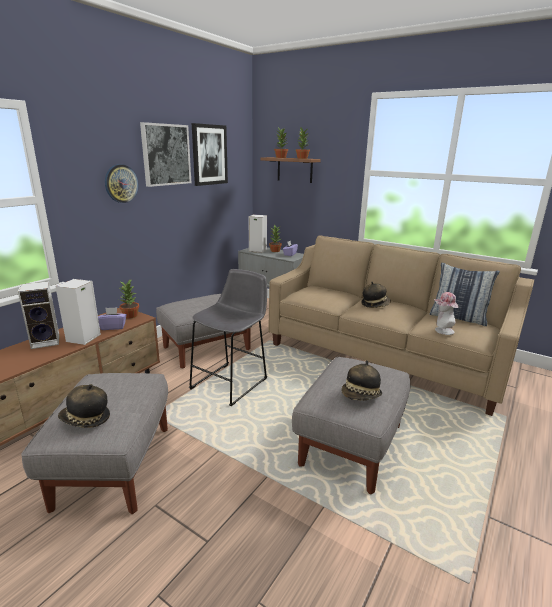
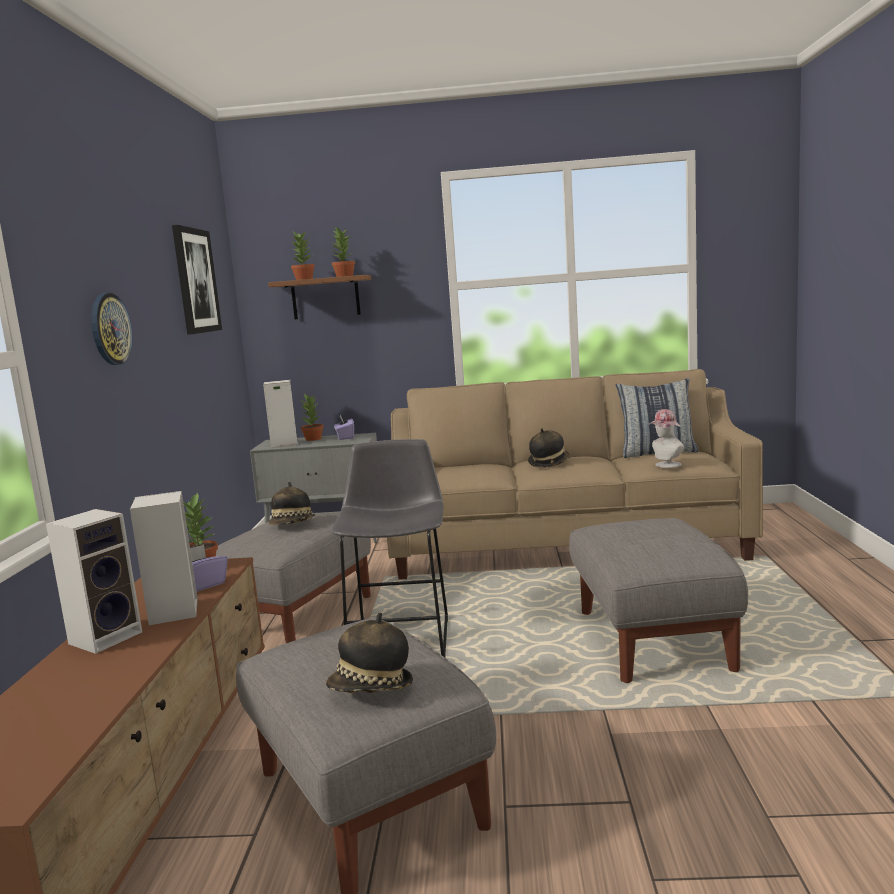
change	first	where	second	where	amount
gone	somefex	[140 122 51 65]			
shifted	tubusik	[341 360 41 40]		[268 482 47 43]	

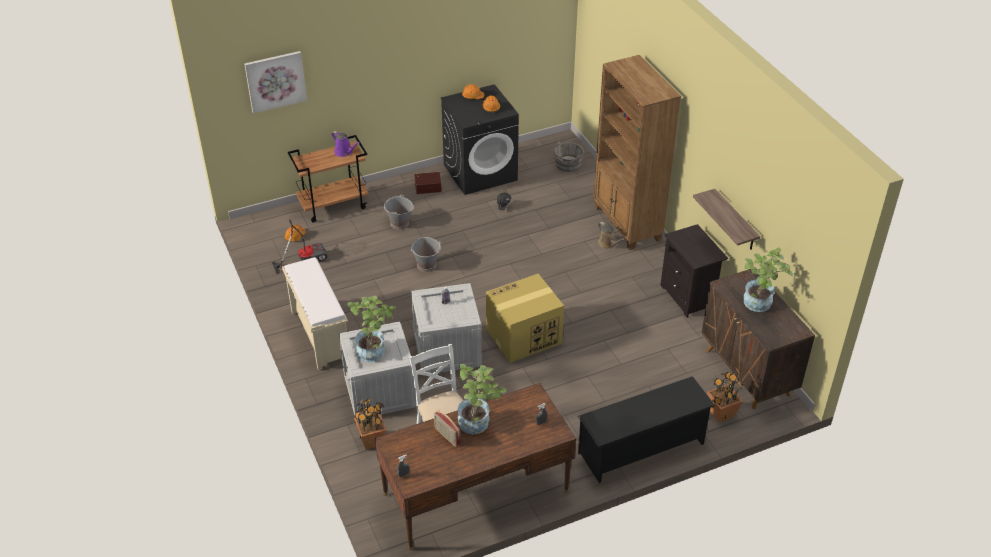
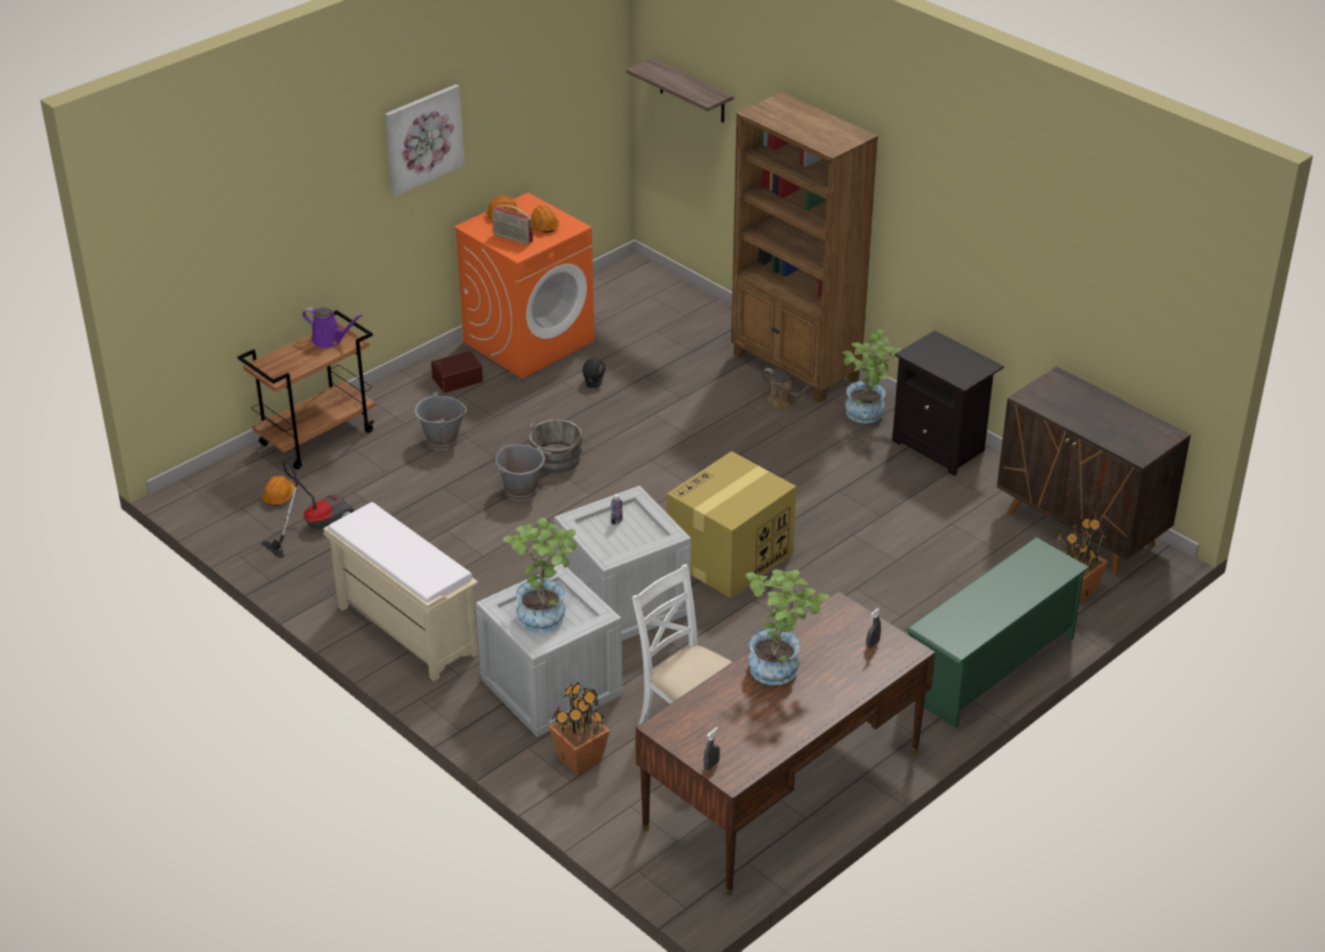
change	first	where	second	where	amount
shifted	somefex	[244 51 63 62]		[385 84 80 112]	
repainted	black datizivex	[441 84 78 111]	orange datizivex	[454 193 140 186]	
shifted	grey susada	[551 142 33 30]		[525 419 58 54]	
shifted	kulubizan	[693 189 67 61]		[626 58 108 65]	
shifted	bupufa	[744 247 49 65]		[842 329 59 95]	
repainted	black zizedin	[578 376 137 107]	green zizedin	[905 537 185 191]	
shifted	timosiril	[434 410 27 37]		[492 205 41 40]	

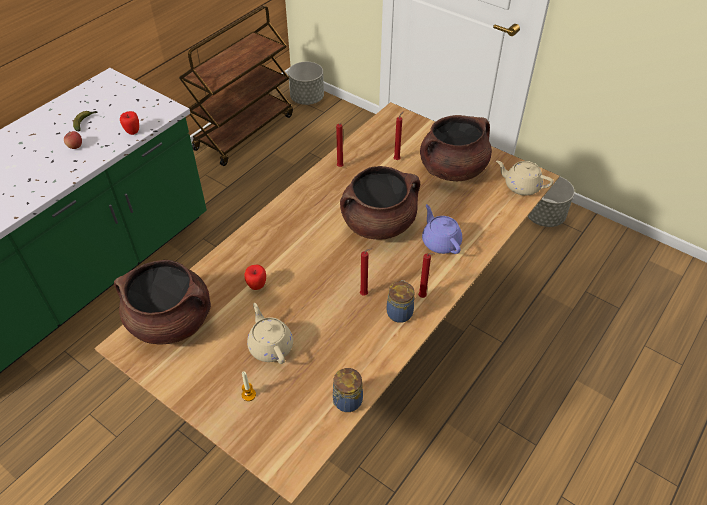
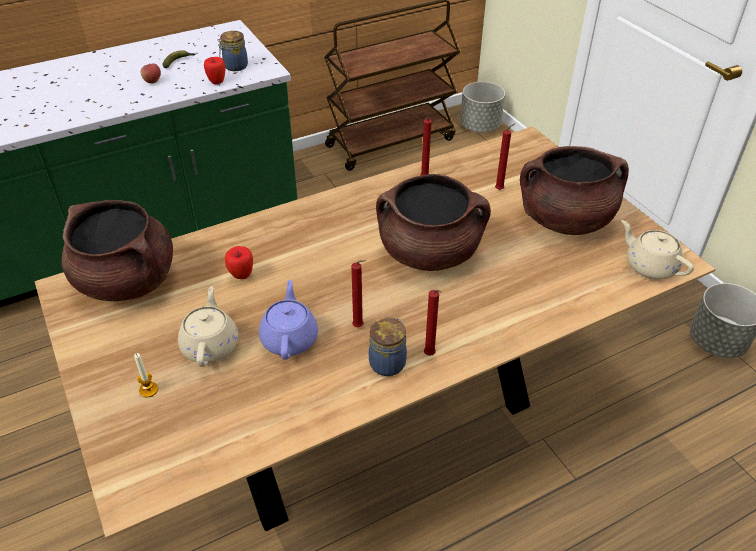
change	first	where	second	where	amount
shifted	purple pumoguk	[422 204 40 50]		[259 280 59 80]	
shifted	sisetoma	[333 368 30 44]		[217 31 31 40]	

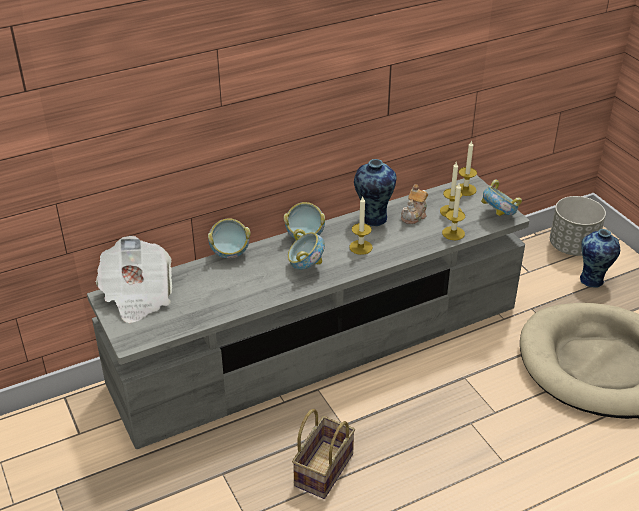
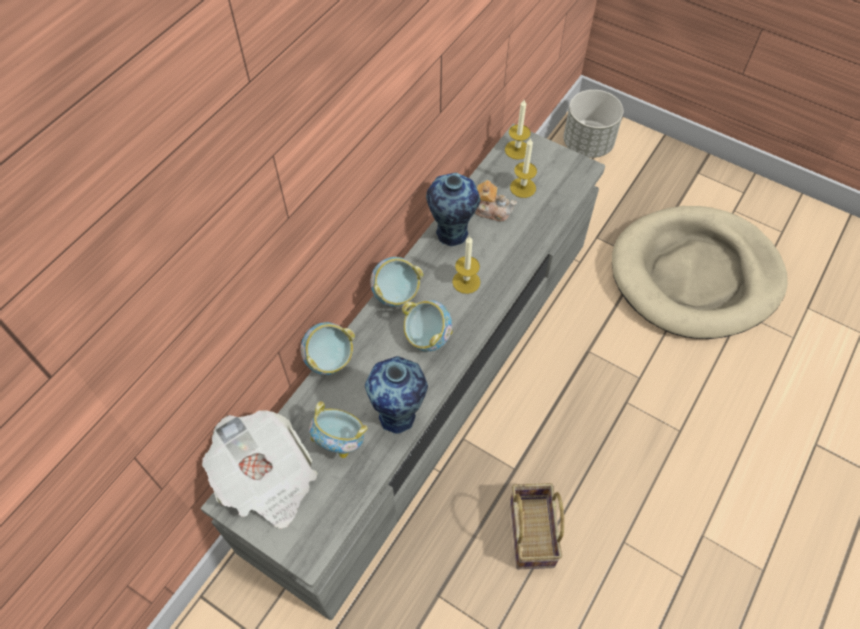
change	first	where	second	where	amount
shifted	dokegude	[481 180 41 36]		[309 401 59 57]	
gone	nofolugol	[442 183 23 57]			
rotated	pumoguk	[401 184 27 40]		[475 180 42 41]	75 degrees counterclockwise
shifted	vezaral	[580 229 40 59]		[365 356 63 79]	

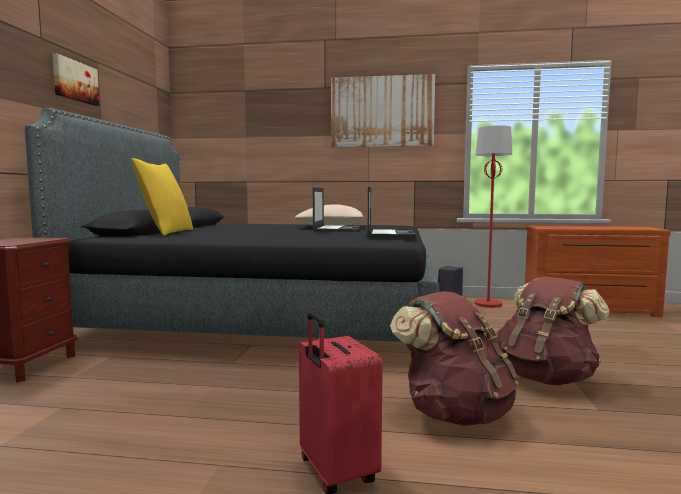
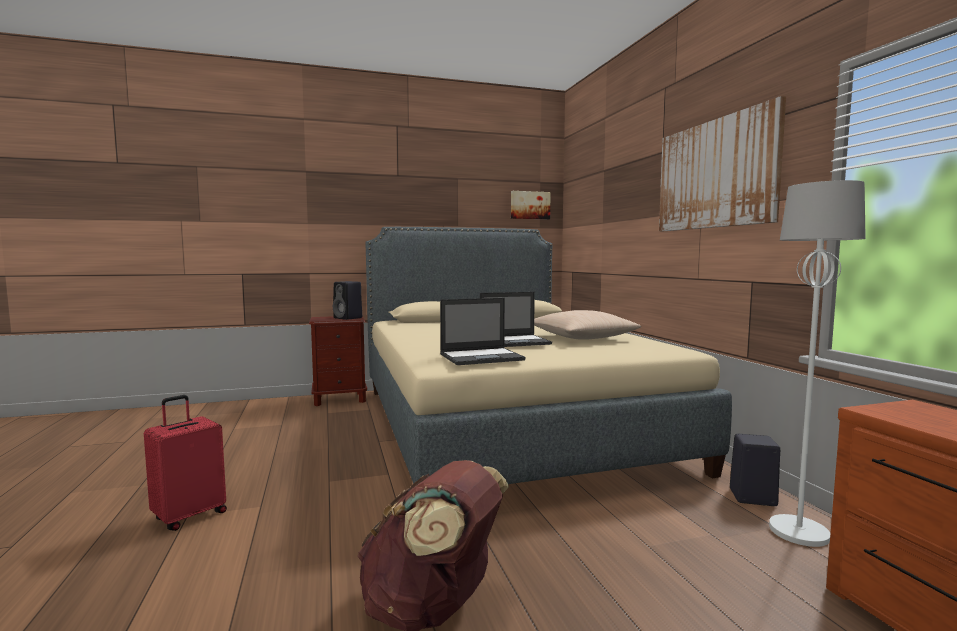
change	first	where	second	where	amount
shifted	somefex	[53 54 46 52]		[511 191 40 28]	
repainted	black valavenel	[25 108 415 234]	beige valavenel	[366 227 366 257]	
repainted	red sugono	[474 125 38 183]	white sugono	[769 180 97 367]	
gone	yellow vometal	[131 158 62 78]			
gone	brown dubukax	[390 291 129 135]			
new			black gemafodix	[333 281 29 39]	

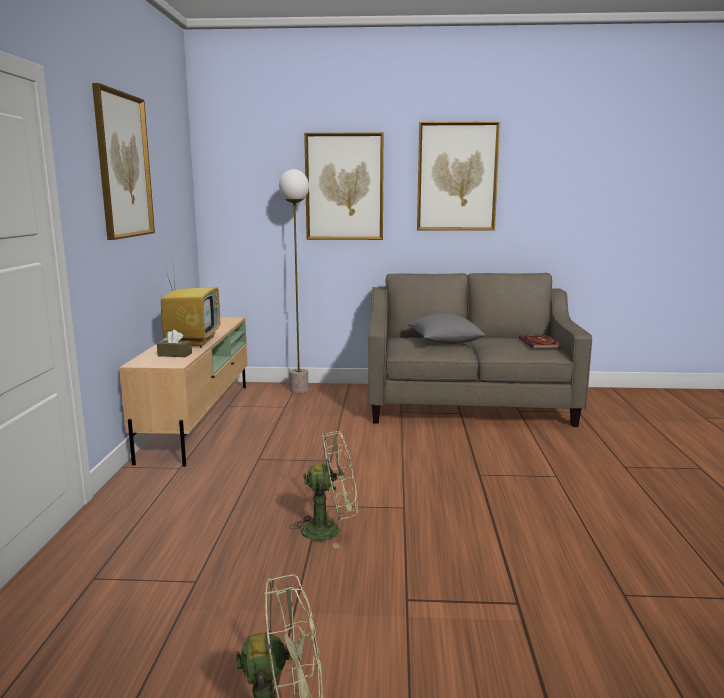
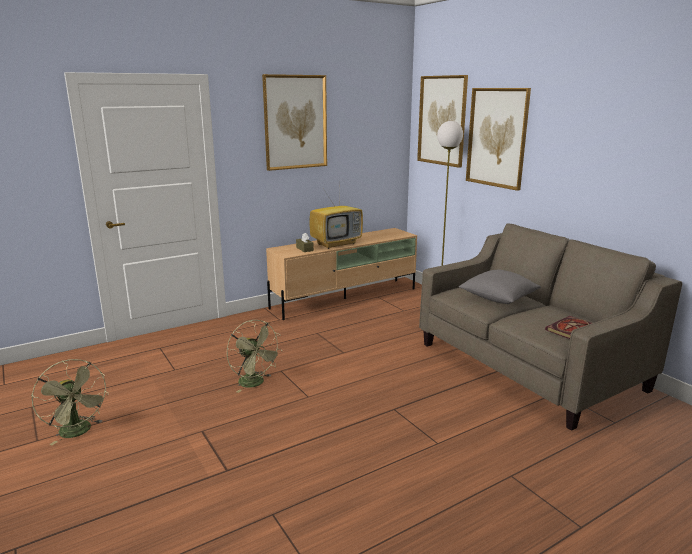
change	first	where	second	where	amount
shifted	somefex	[417 121 83 110]		[417 75 51 93]	

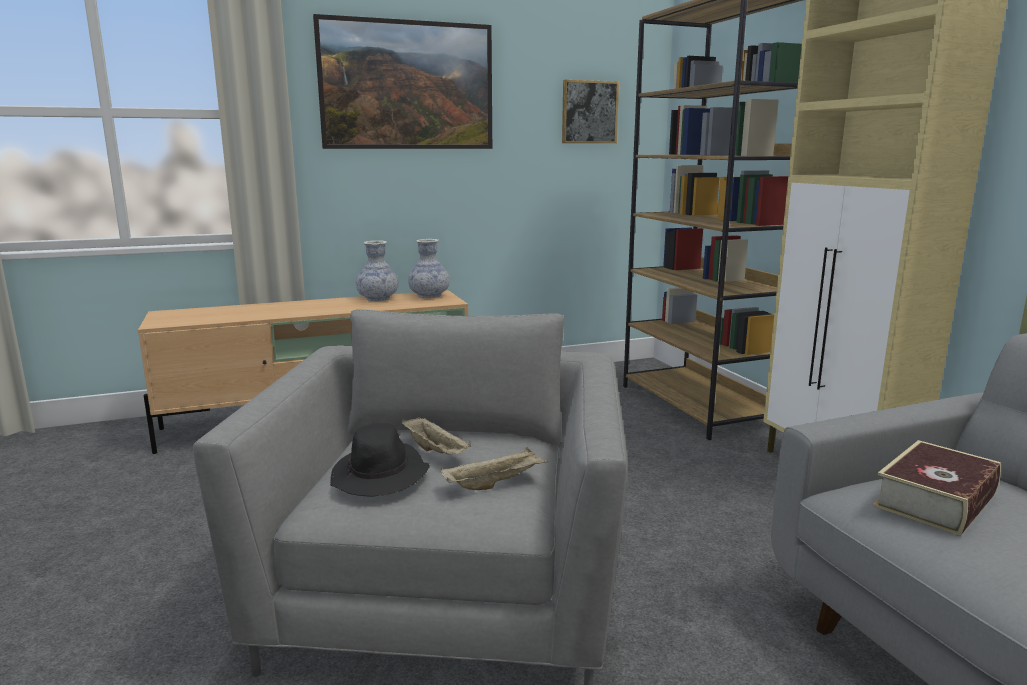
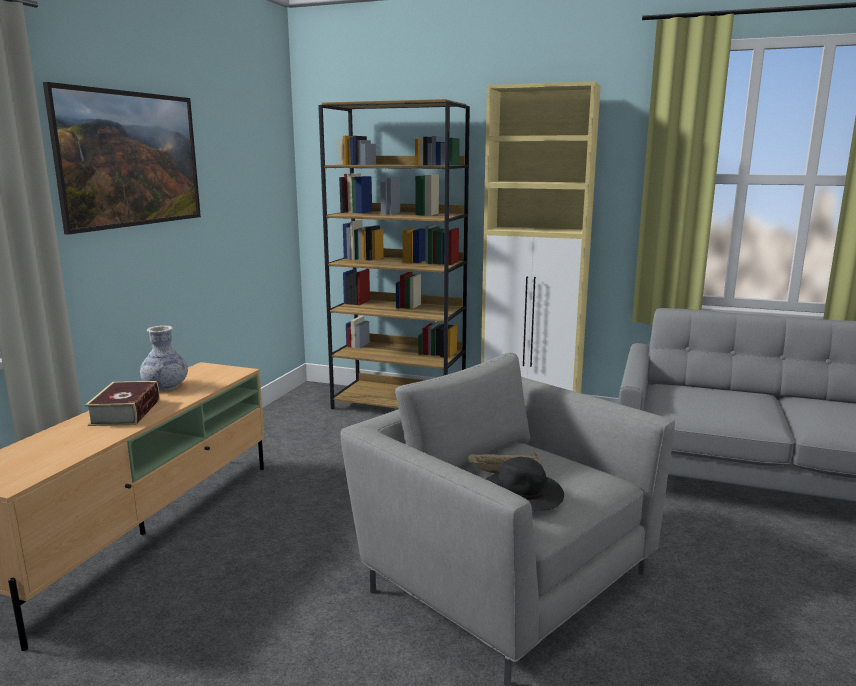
change	first	where	second	where	amount
gone	somefex	[562 80 57 63]			
gone	vezaral	[408 239 42 59]			
shifted	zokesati	[873 440 128 96]		[85 381 74 45]	
gone	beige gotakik	[440 447 108 43]			

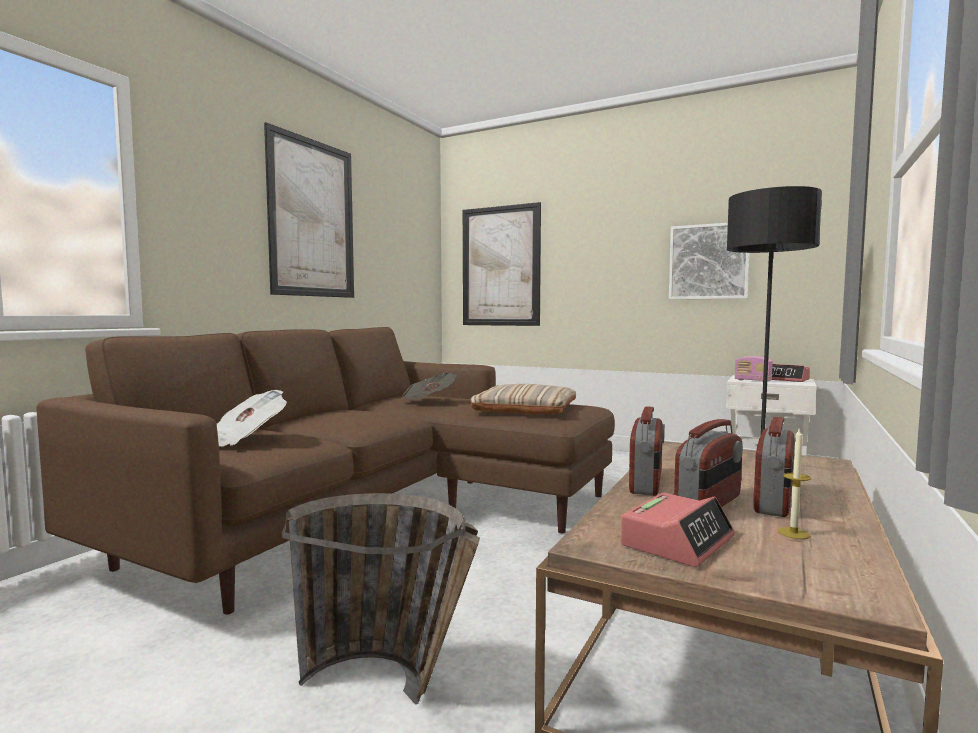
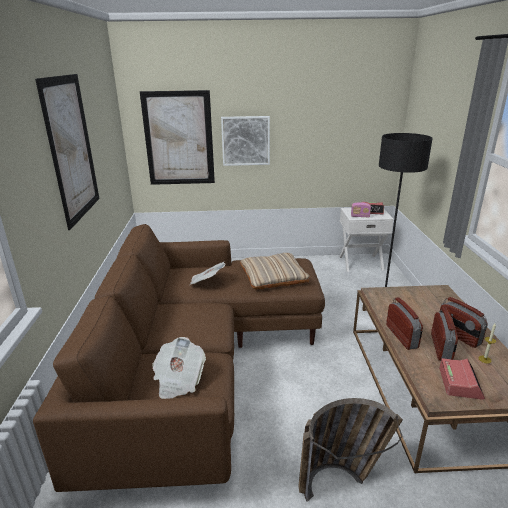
change	first	where	second	where	amount
shifted	somefex	[669 223 80 77]		[221 116 49 50]	
rotated	timosiril	[753 417 42 100]		[440 297 48 51]	150 degrees clockwise

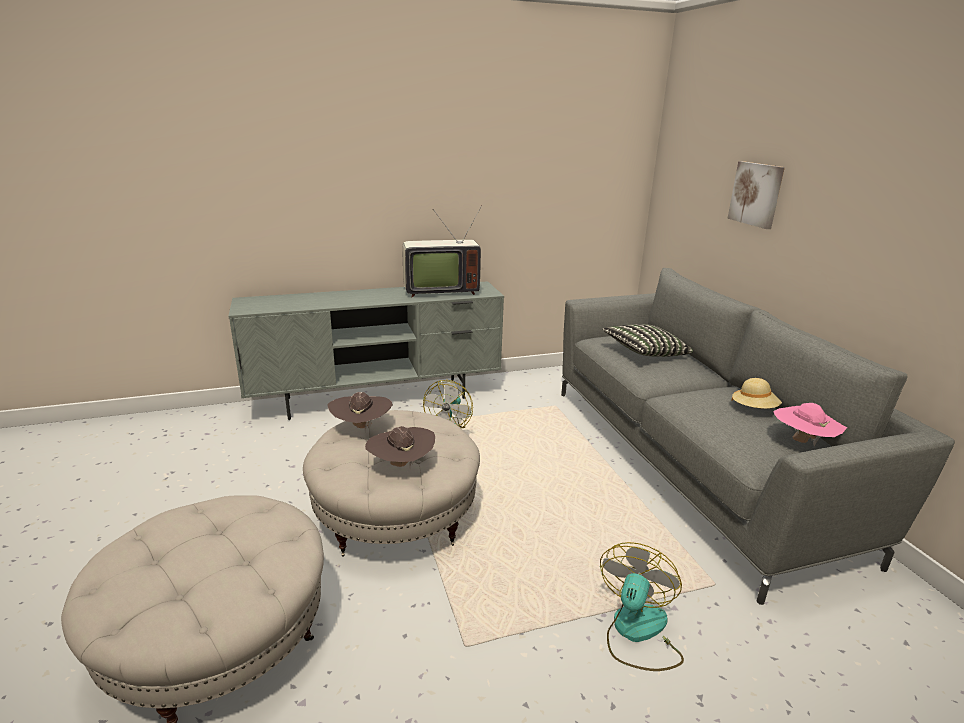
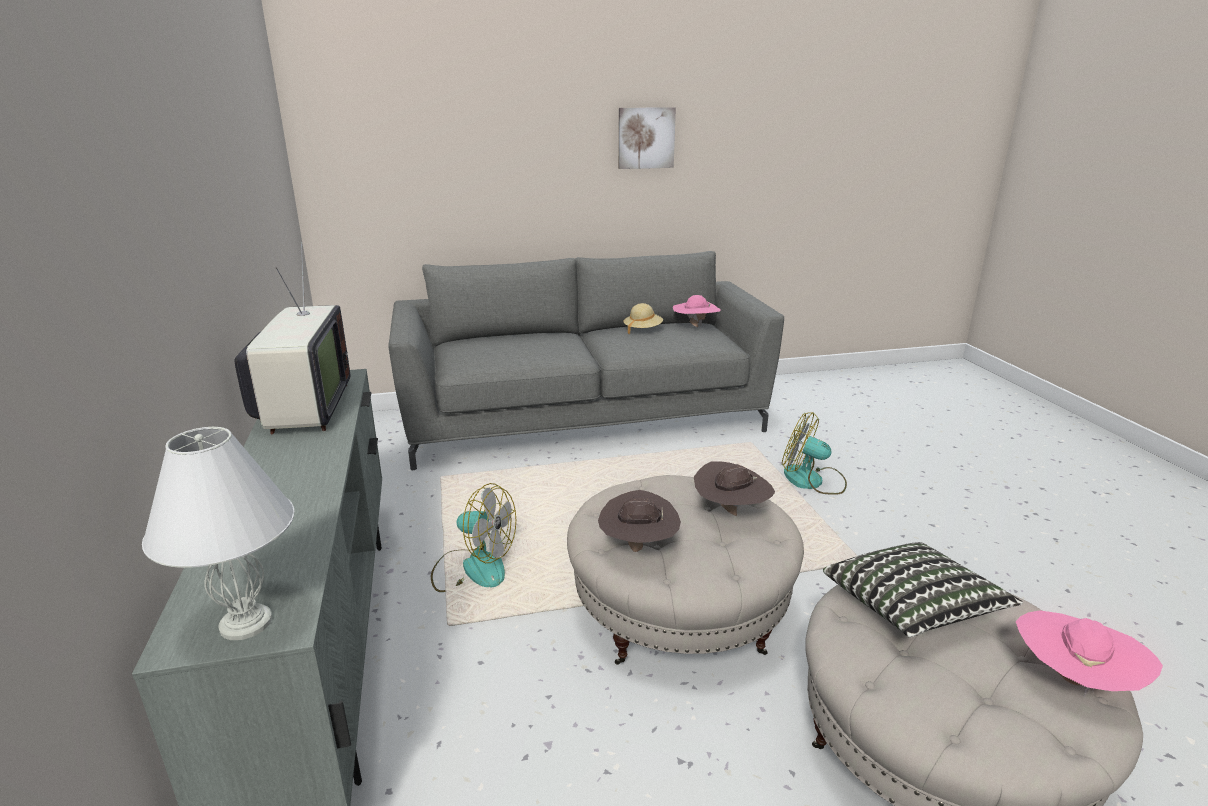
change	first	where	second	where	amount
shifted	somefex	[727 161 58 68]		[618 107 58 62]	
shifted	vometal	[602 324 91 33]		[823 542 200 95]	
new			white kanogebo	[142 427 153 213]	
new			pink tubusik	[1016 610 147 87]	

